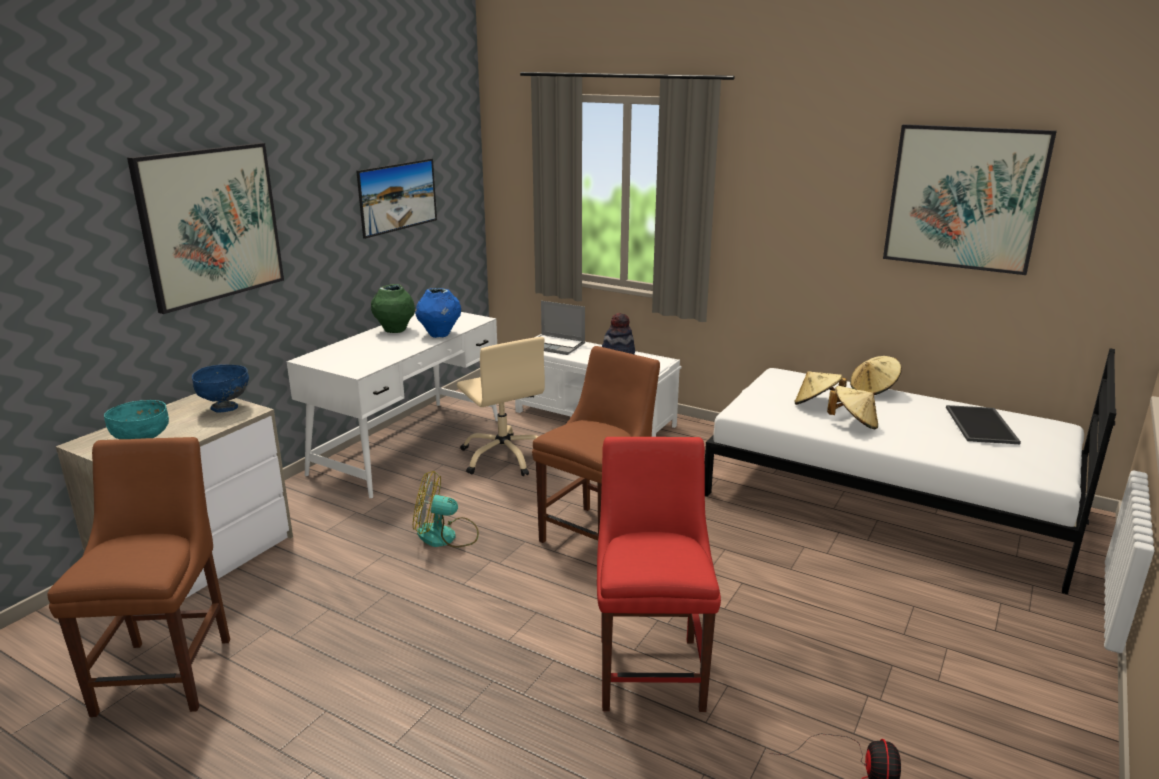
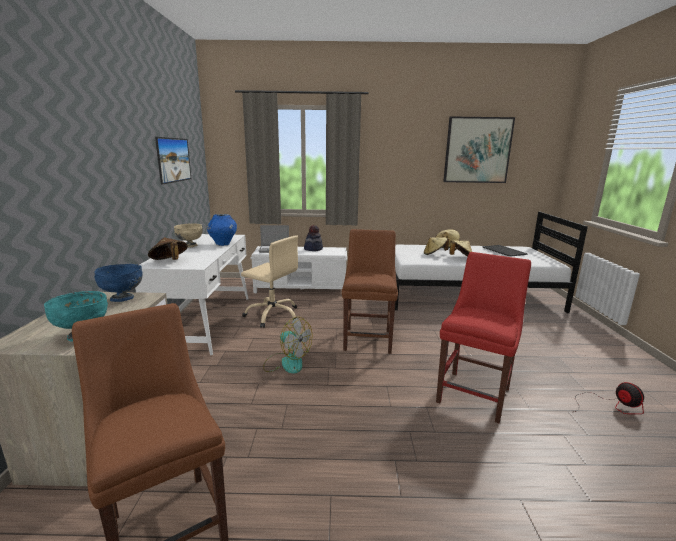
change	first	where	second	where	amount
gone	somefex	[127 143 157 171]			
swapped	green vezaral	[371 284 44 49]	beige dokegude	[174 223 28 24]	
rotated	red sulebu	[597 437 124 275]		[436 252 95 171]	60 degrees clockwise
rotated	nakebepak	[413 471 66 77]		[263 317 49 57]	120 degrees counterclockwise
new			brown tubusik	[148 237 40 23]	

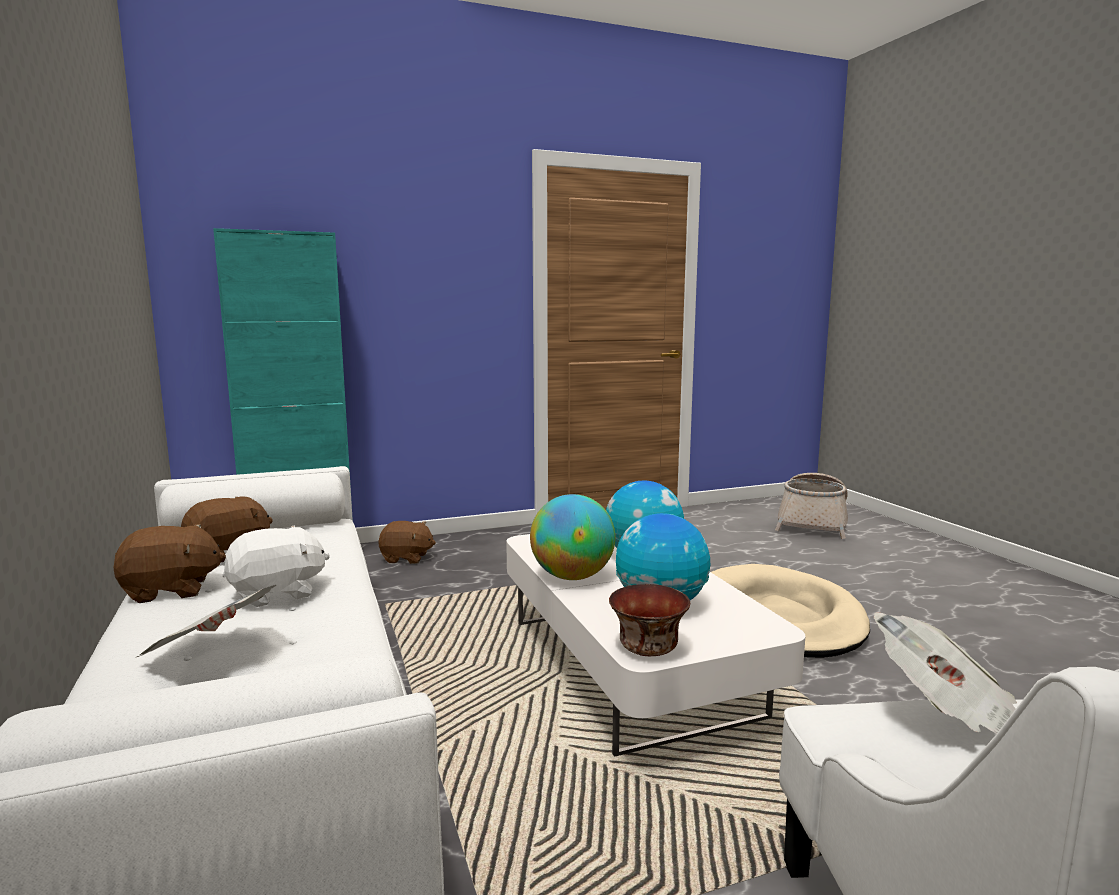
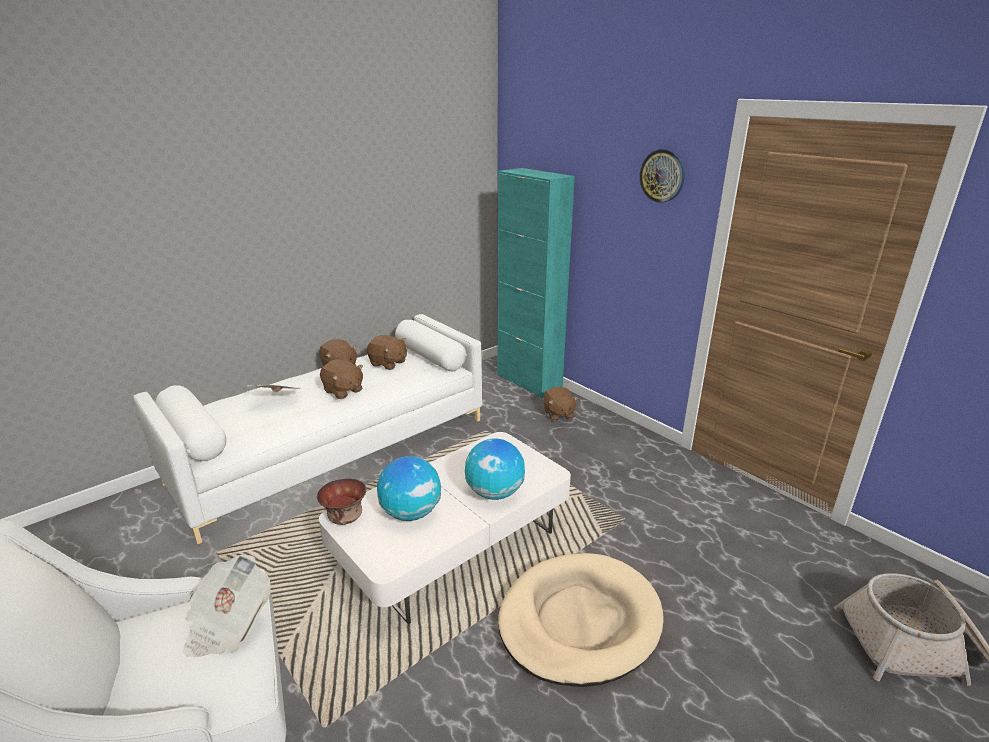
change	first	where	second	where	amount
gone	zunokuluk	[530 494 85 86]			
repainted	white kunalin	[223 526 107 81]	brown kunalin	[320 359 43 40]	
new			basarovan	[640 149 45 54]	

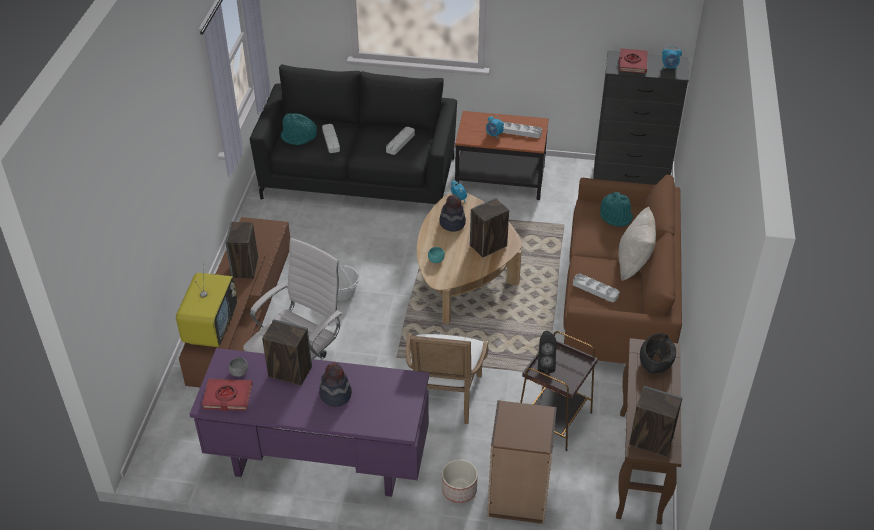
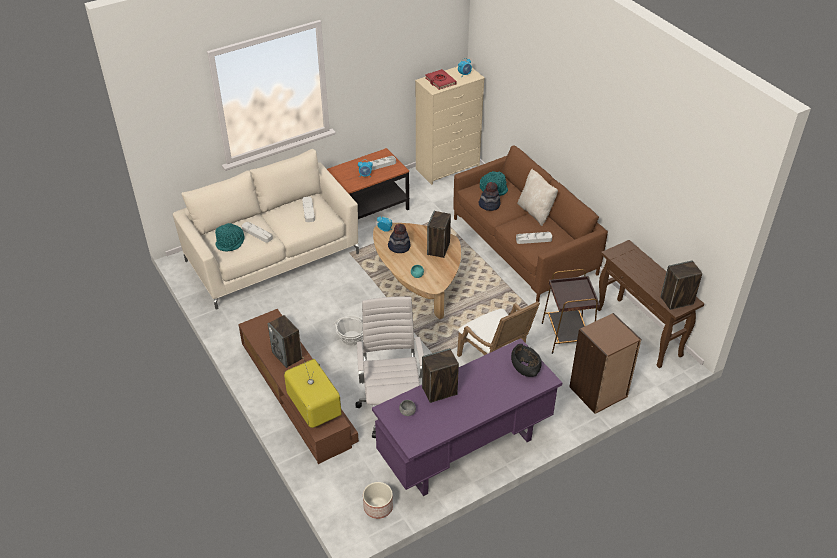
change	first	where	second	where	amount
repainted	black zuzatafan	[593 51 96 134]	beige zuzatafan	[415 66 70 119]	
repainted	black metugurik	[250 64 207 140]	beige metugurik	[173 149 186 161]	
gone	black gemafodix	[538 331 18 42]			
shifted	black dokegude	[640 333 36 40]		[511 344 31 33]	
shifted	tubusik	[319 363 33 44]		[478 182 23 29]	
gone	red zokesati	[202 379 50 32]			
shifted	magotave	[442 459 36 44]		[363 482 30 37]	

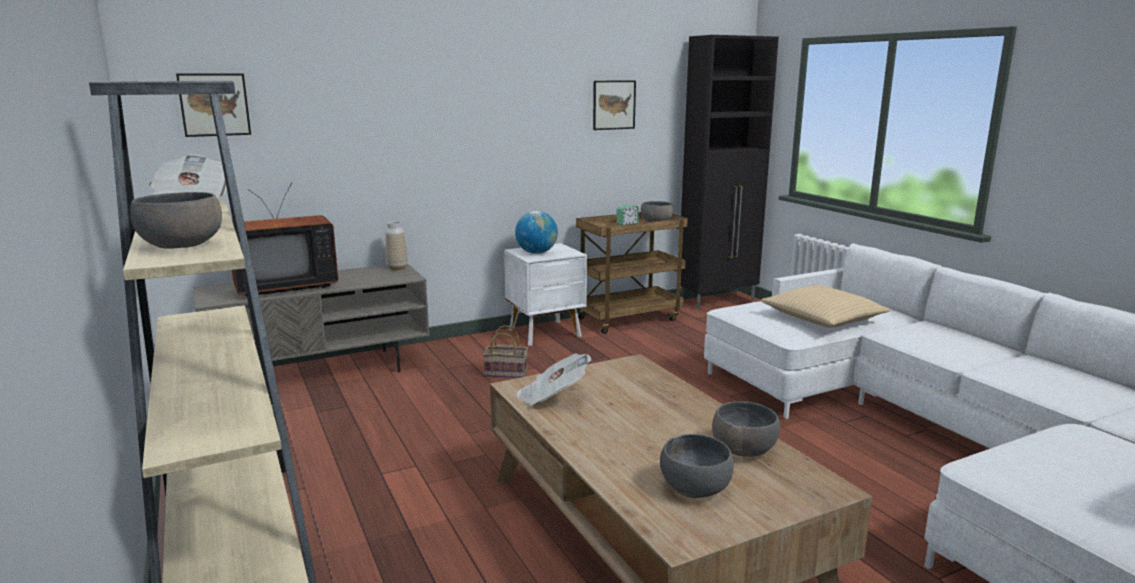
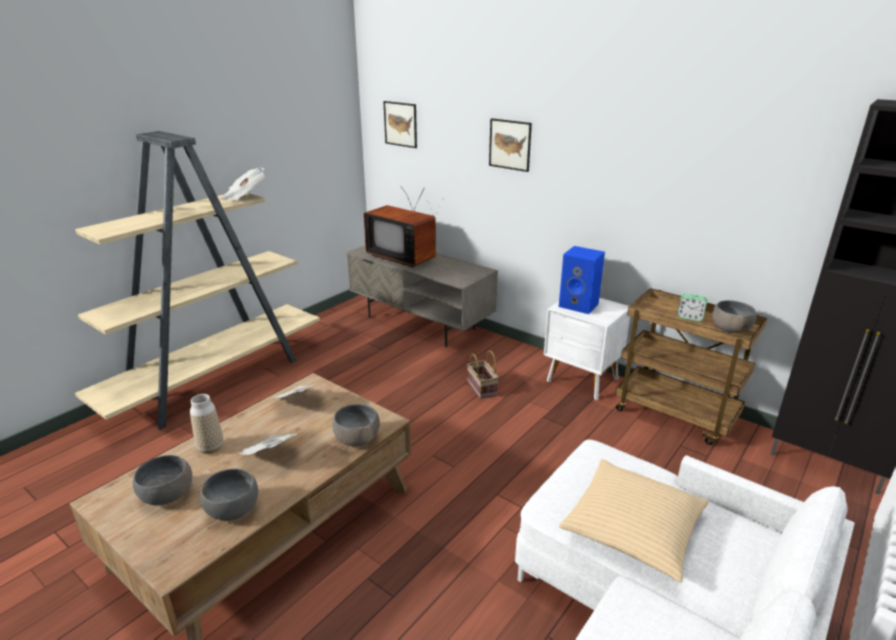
change	first	where	second	where	amount
shifted	somefex	[593 80 43 50]		[489 118 43 54]	
shifted	grey dokegude	[130 192 92 57]		[332 404 48 42]	
swapped	zunokuluk	[515 211 43 43]	blue gemafodix	[559 246 46 68]	
shifted	vezaral	[386 221 22 49]		[190 394 33 60]	
new			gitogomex	[239 433 58 22]	

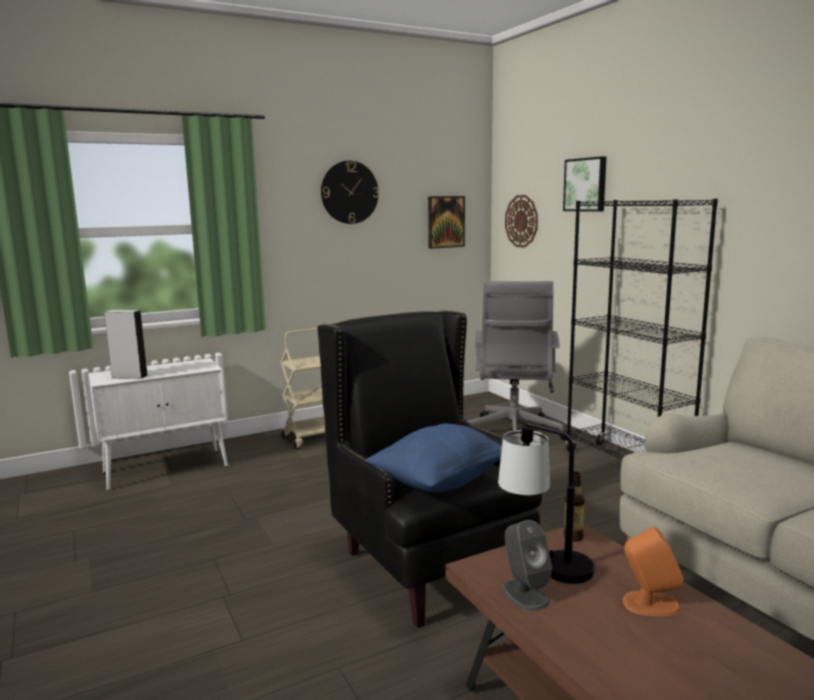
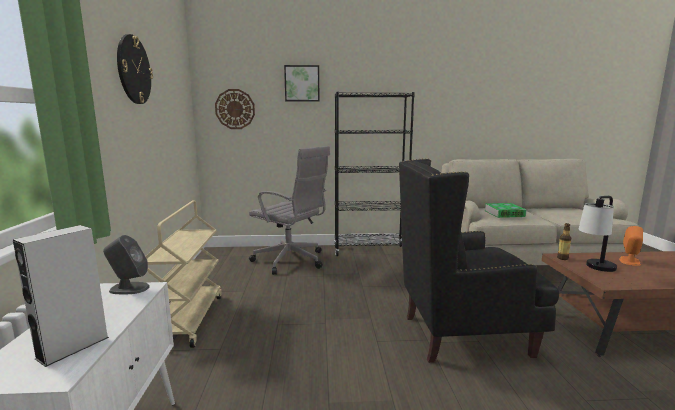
change	first	where	second	where	amount
gone	somefex	[428 196 37 53]			
gone	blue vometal	[365 424 137 68]			
shifted	grey gemafodix	[502 520 50 91]		[103 235 47 59]	
new			zokesati	[484 203 42 15]	

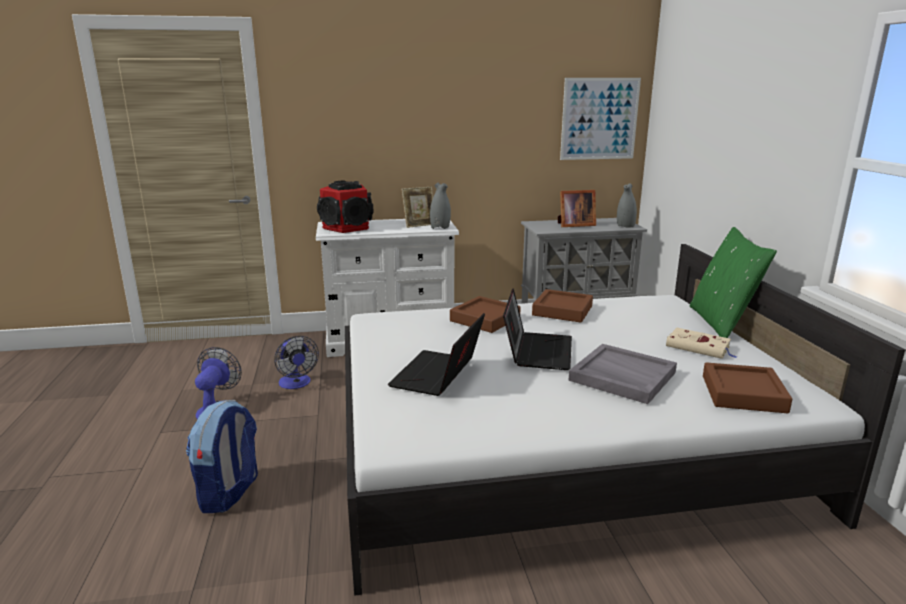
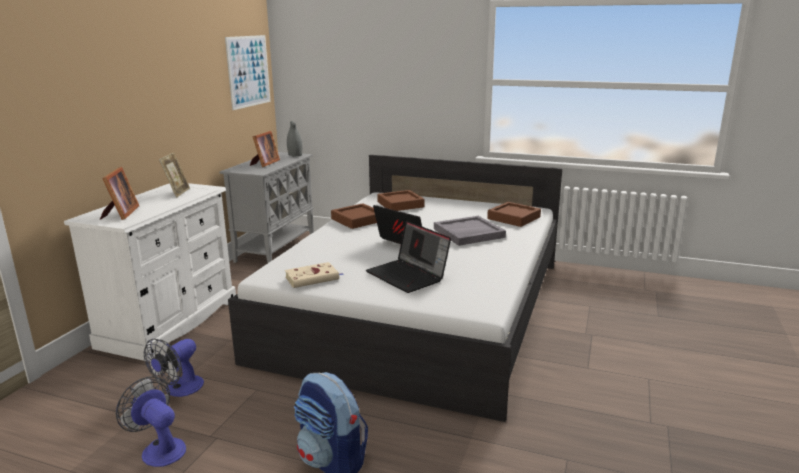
change	first	where	second	where	amount
swapped	gemafodix	[317 180 57 53]	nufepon	[100 167 39 53]	
gone	grey vezaral	[430 183 21 46]			
gone	green vometal	[690 227 87 111]			
shifted	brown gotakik	[450 296 71 37]		[377 190 47 21]	
shifted	beige zokesati	[666 328 72 31]		[285 262 59 26]	
rotated	nakebepak	[274 336 45 53]		[144 339 60 58]	120 degrees clockwise

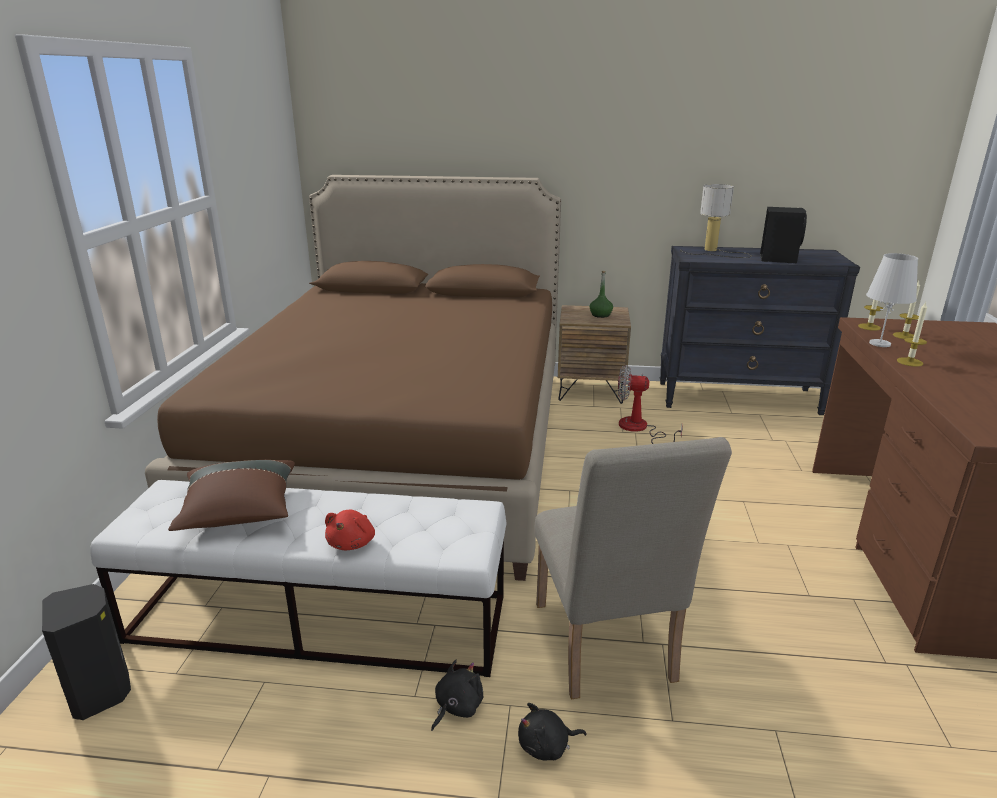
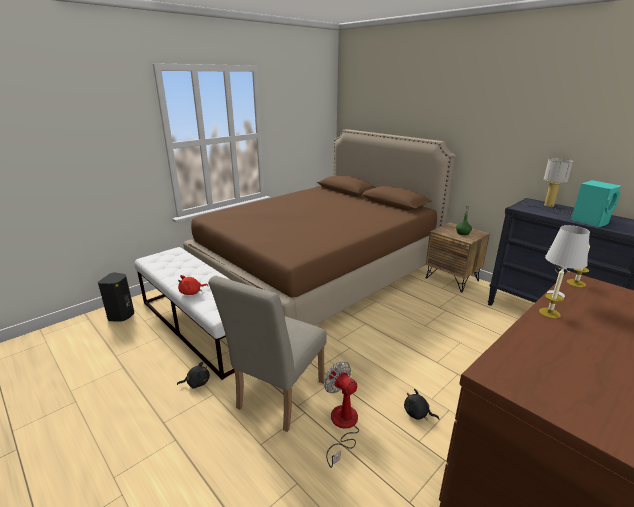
change	first	where	second	where	amount
repainted	black gemafodix	[760 207 47 56]	turquoise gemafodix	[571 180 50 47]	
gone	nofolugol	[893 281 27 58]			
shifted	nakebepak	[618 365 65 79]		[324 361 35 107]	
gone	brown vometal	[168 460 127 71]			
shifted	black kunalin	[518 703 69 57]		[404 389 35 31]	

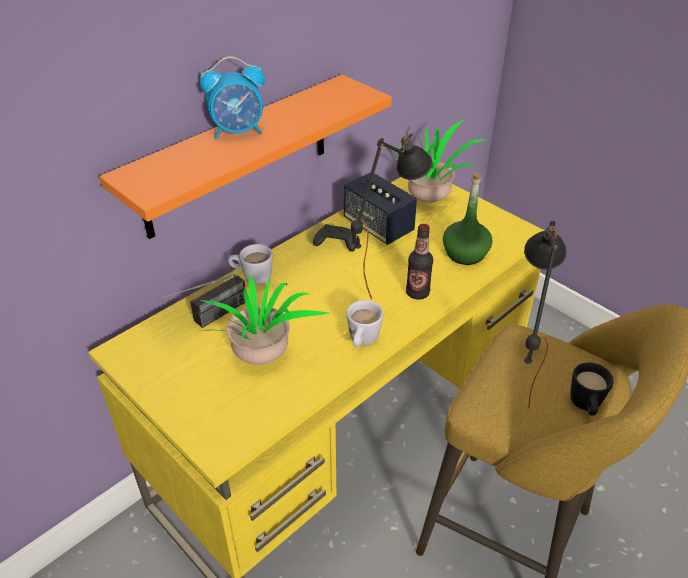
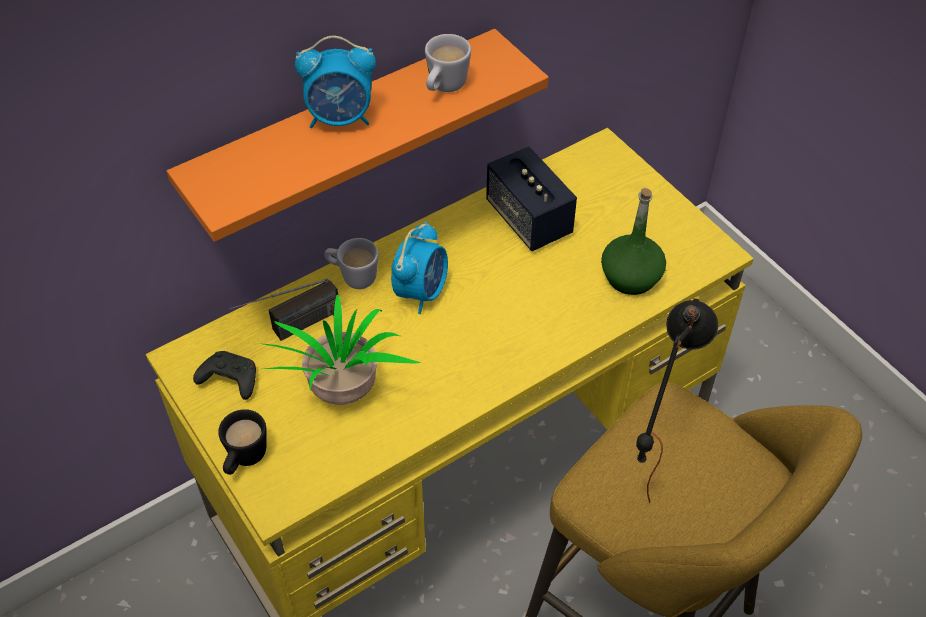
change	first	where	second	where	amount
gone	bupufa	[395 120 91 83]			
gone	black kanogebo	[351 134 81 166]			
shifted	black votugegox	[313 224 43 28]		[193 351 63 49]	
gone	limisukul	[406 224 27 76]			
shifted	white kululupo	[347 300 36 47]		[425 34 46 58]	
shifted	black kululupo	[570 362 44 54]		[218 409 49 66]	
new			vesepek	[391 221 57 93]	

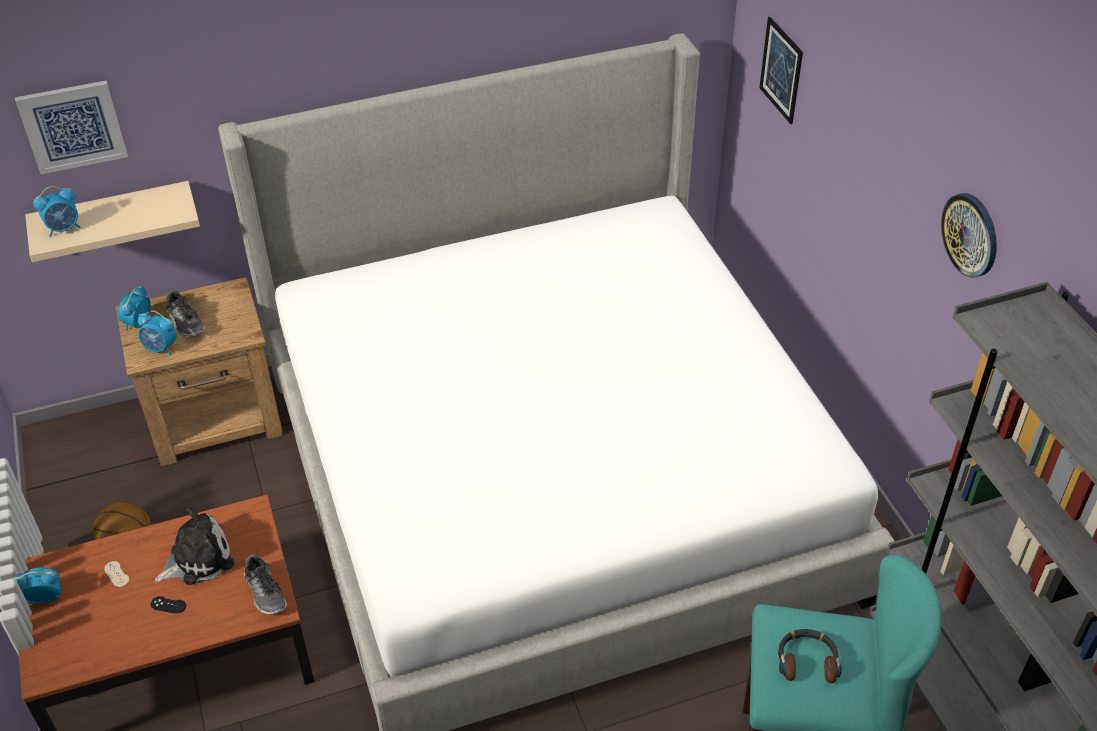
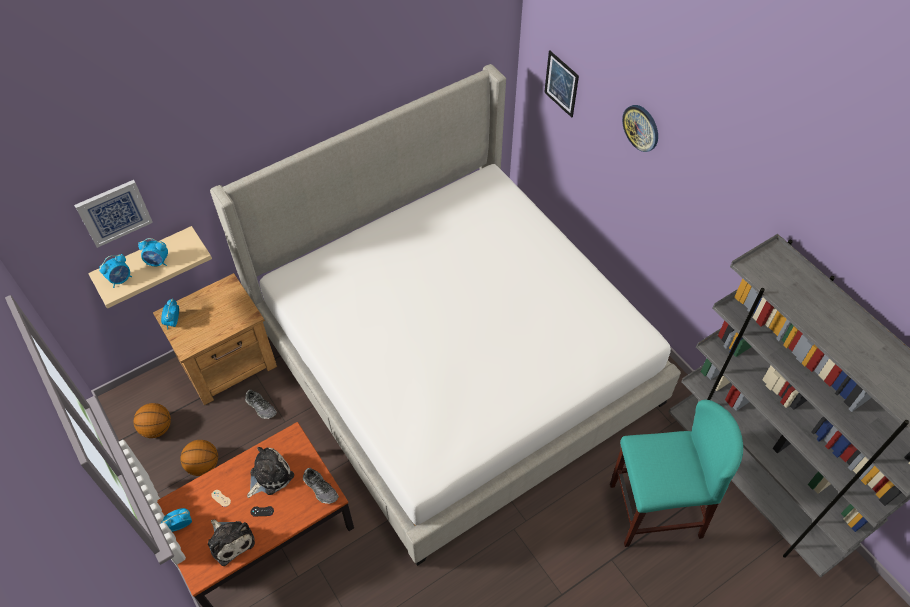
change	first	where	second	where	amount
shifted	basarovan	[941 193 56 85]		[622 105 36 47]	
shifted	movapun	[166 290 38 47]		[245 390 32 29]	
shifted	vesepek	[138 310 39 45]		[138 238 30 28]	
gone	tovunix	[778 629 64 54]			
new			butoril	[134 403 37 35]	
new			kunalin	[208 519 47 47]	

